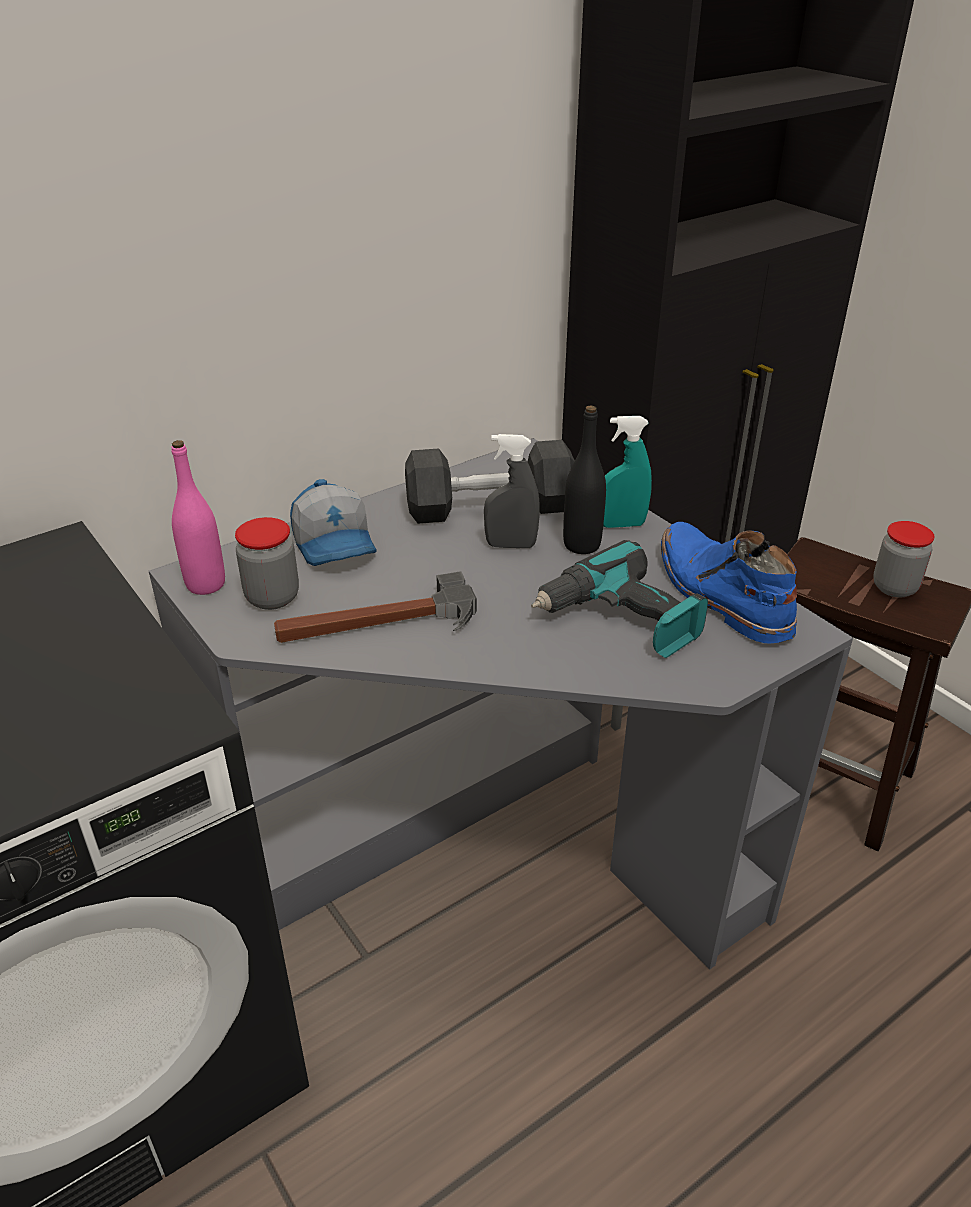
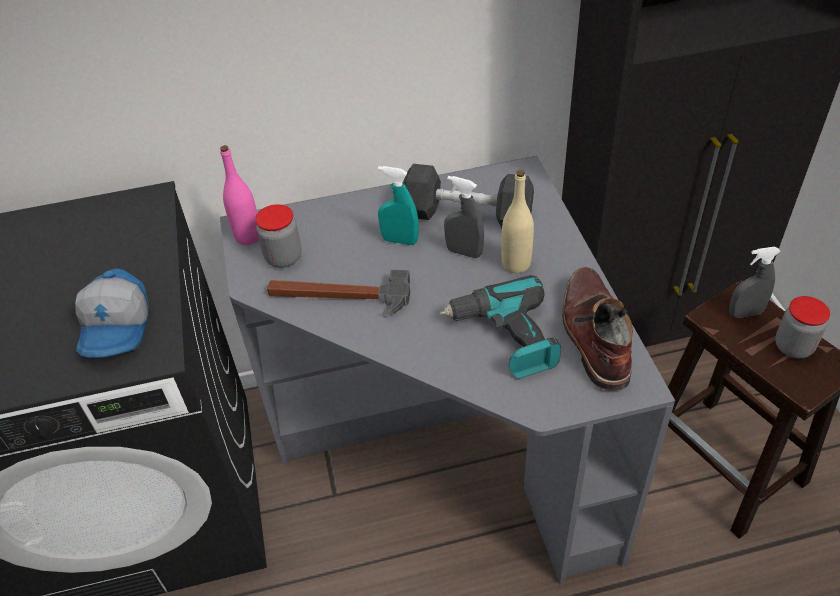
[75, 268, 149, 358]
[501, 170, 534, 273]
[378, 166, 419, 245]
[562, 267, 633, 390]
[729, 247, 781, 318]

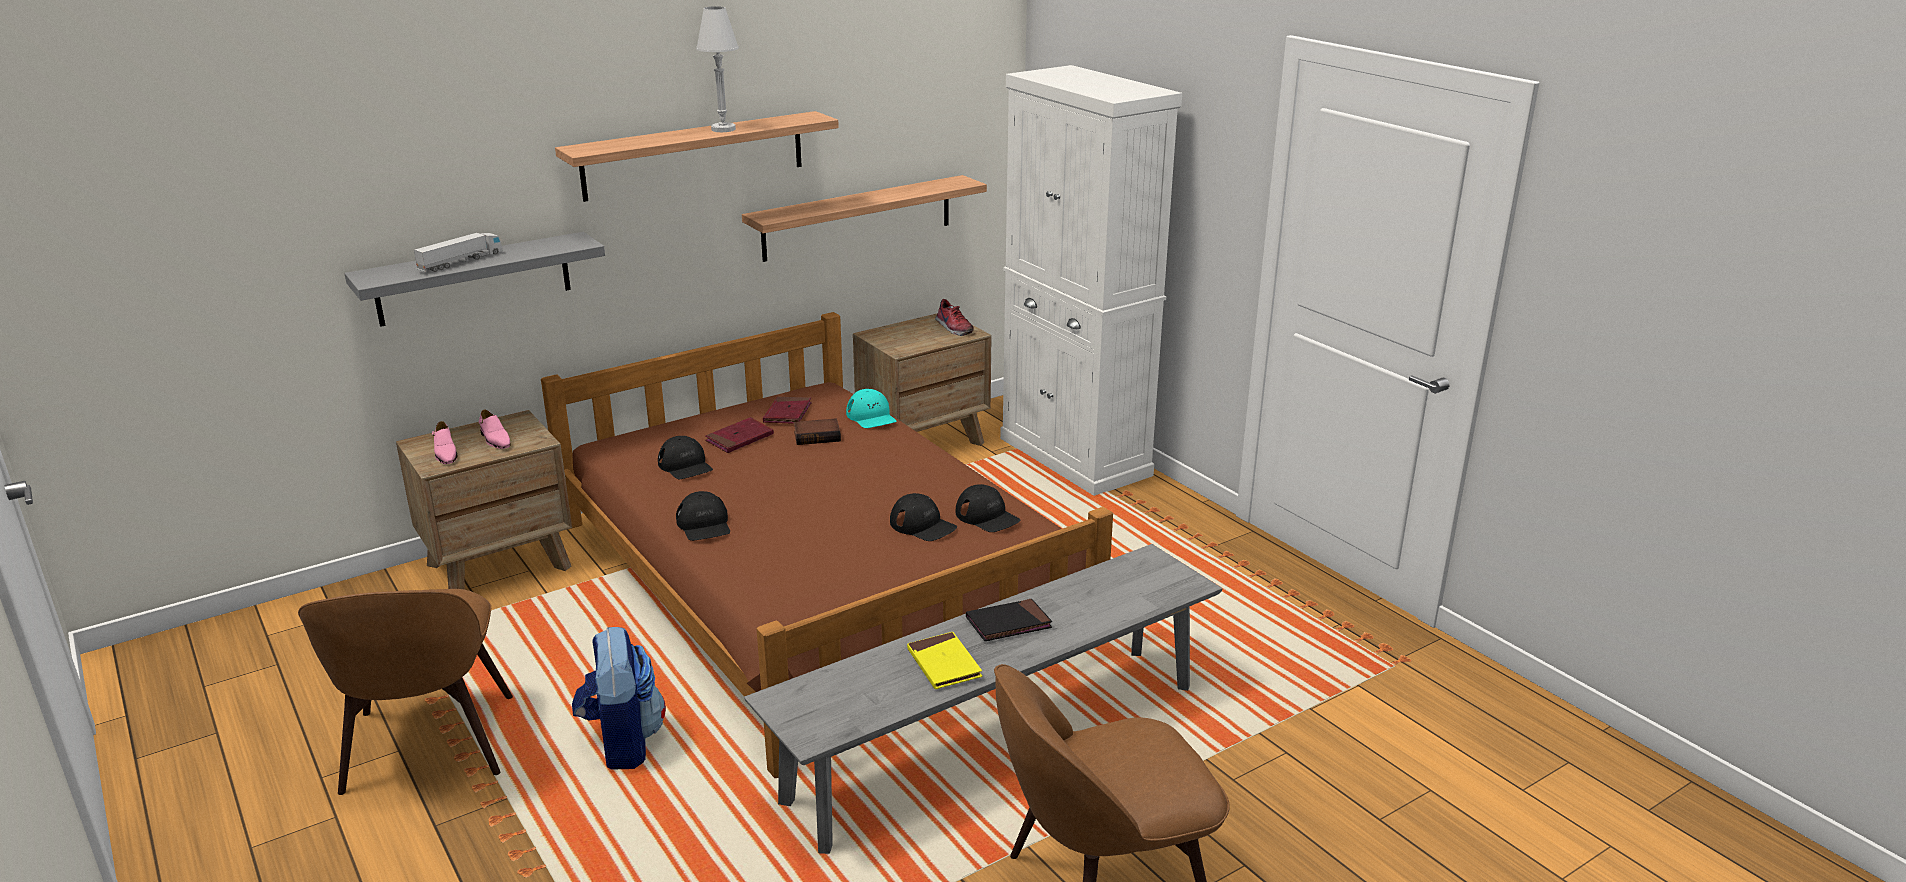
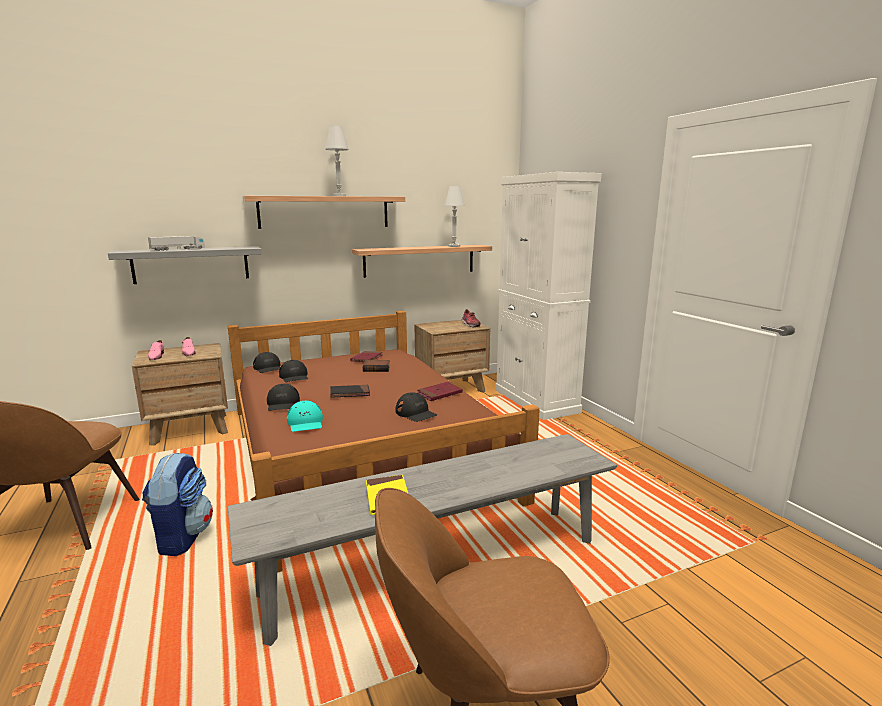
[418, 382, 463, 401]
[287, 401, 323, 432]
[253, 352, 281, 373]
[330, 384, 370, 398]
[444, 186, 465, 247]

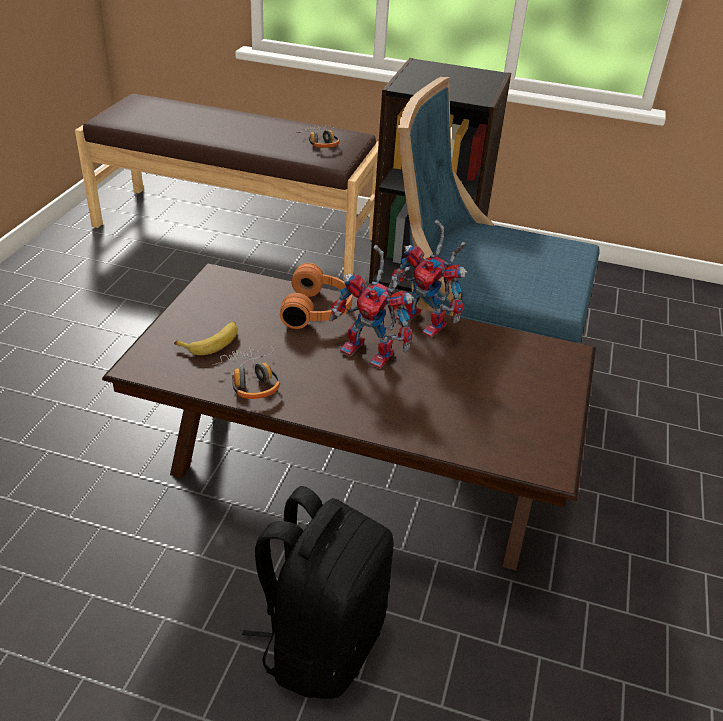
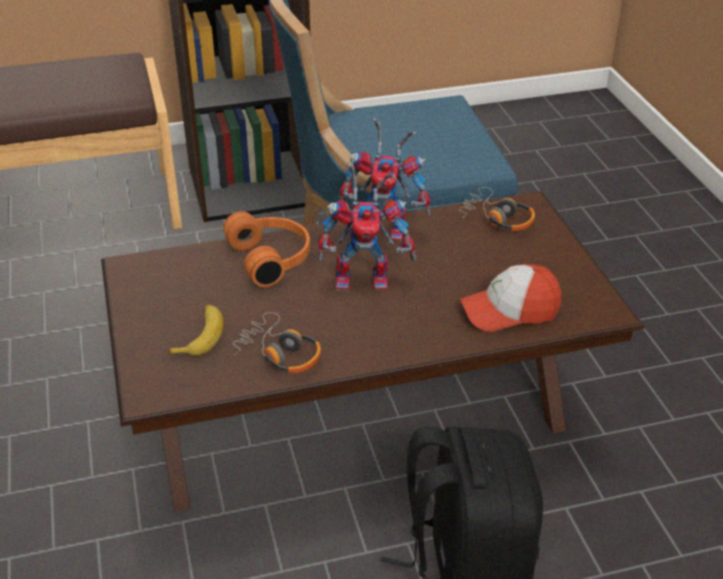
[459, 187, 535, 231]
[460, 264, 561, 332]

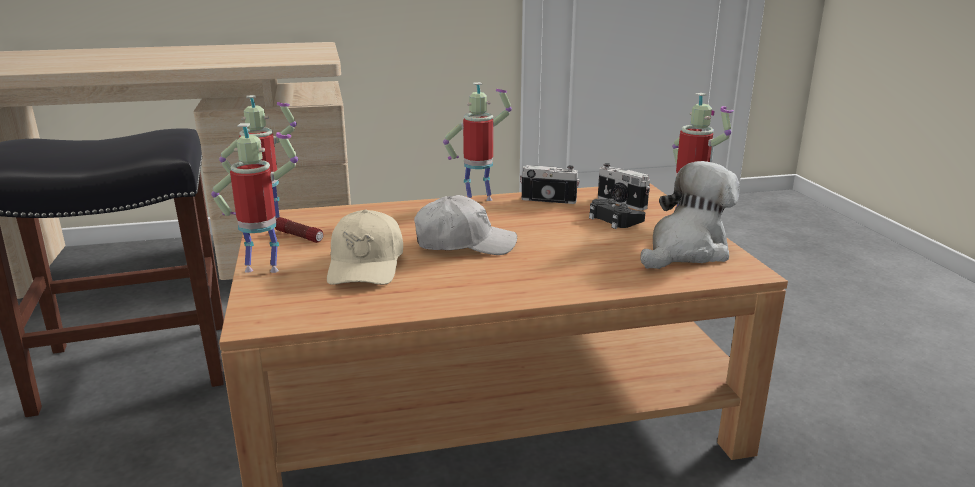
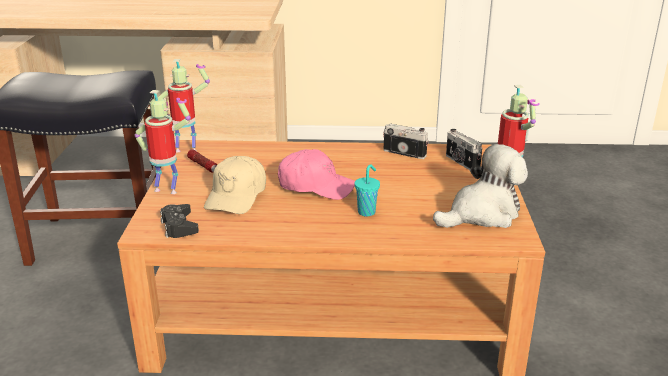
[278, 149, 355, 200]
[443, 82, 512, 201] (first image)
[160, 204, 199, 238]
[355, 164, 380, 216]

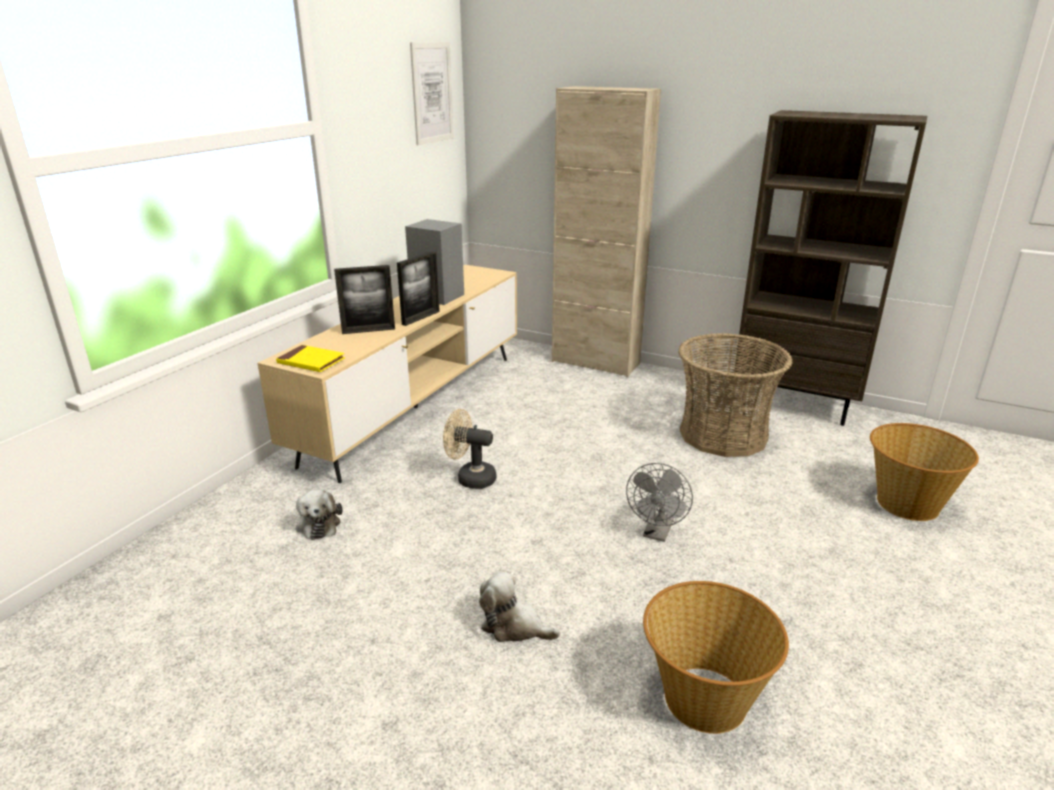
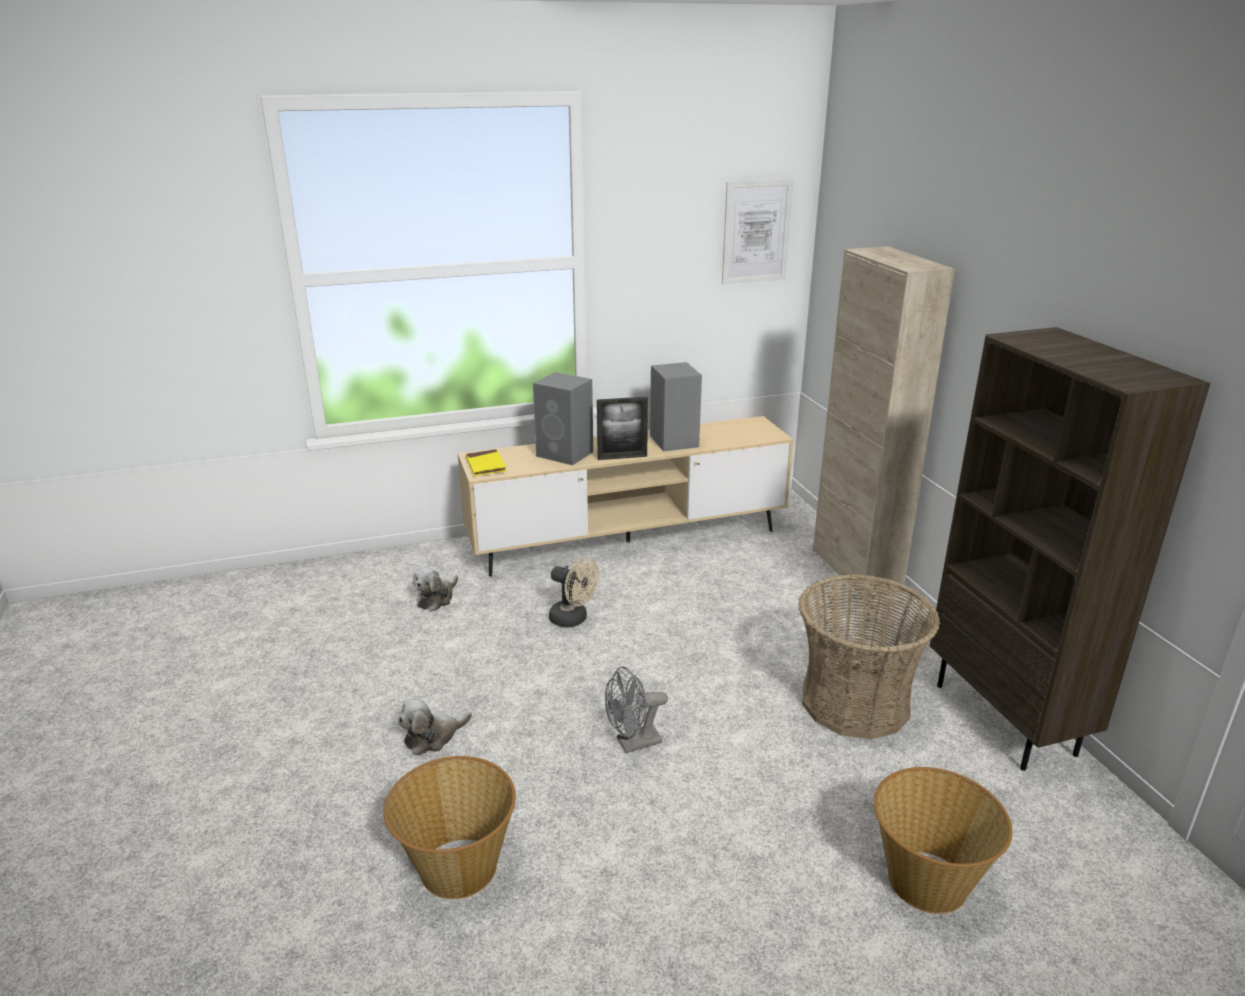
[533, 372, 593, 465]
[549, 557, 599, 628]
[398, 698, 472, 756]

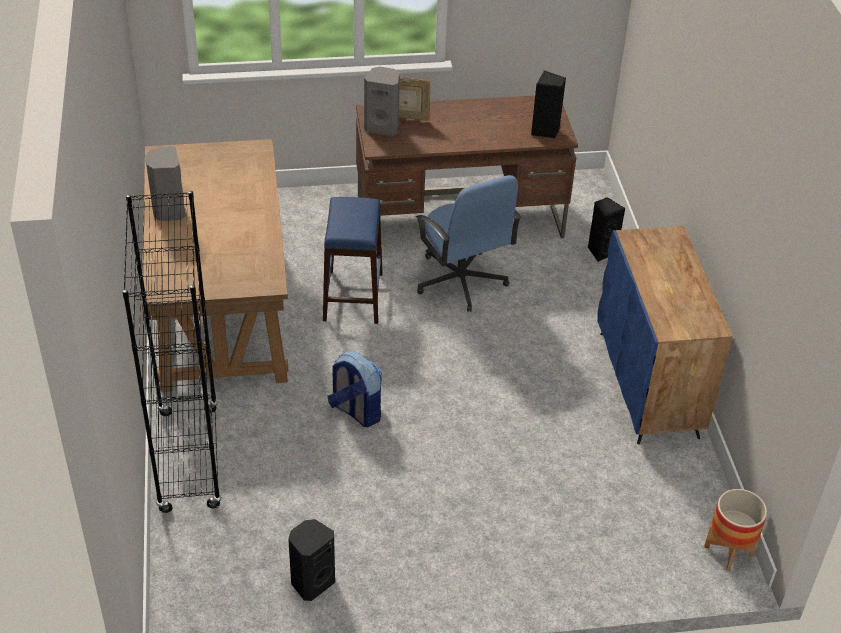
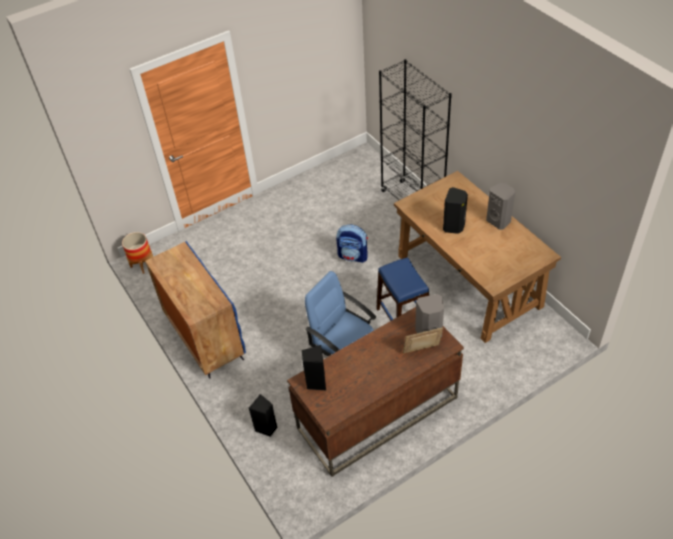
[443, 187, 468, 234]

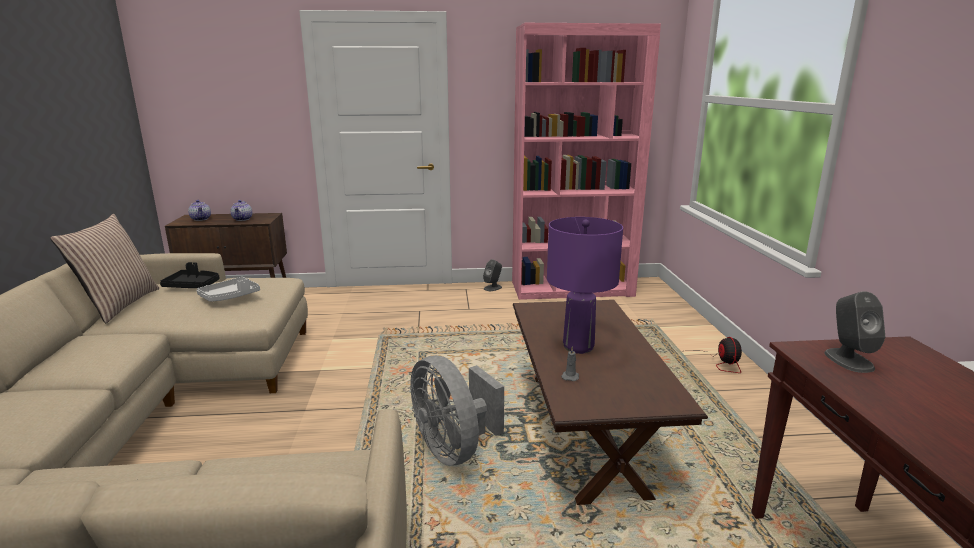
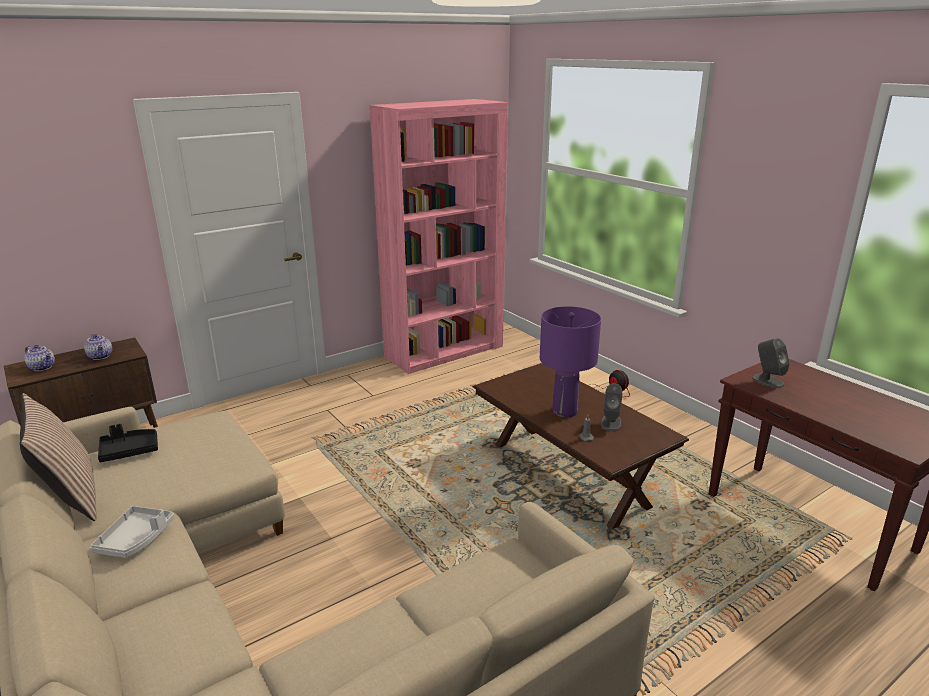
[90, 506, 174, 558]
[411, 355, 504, 466] (first image)
[601, 384, 622, 431]

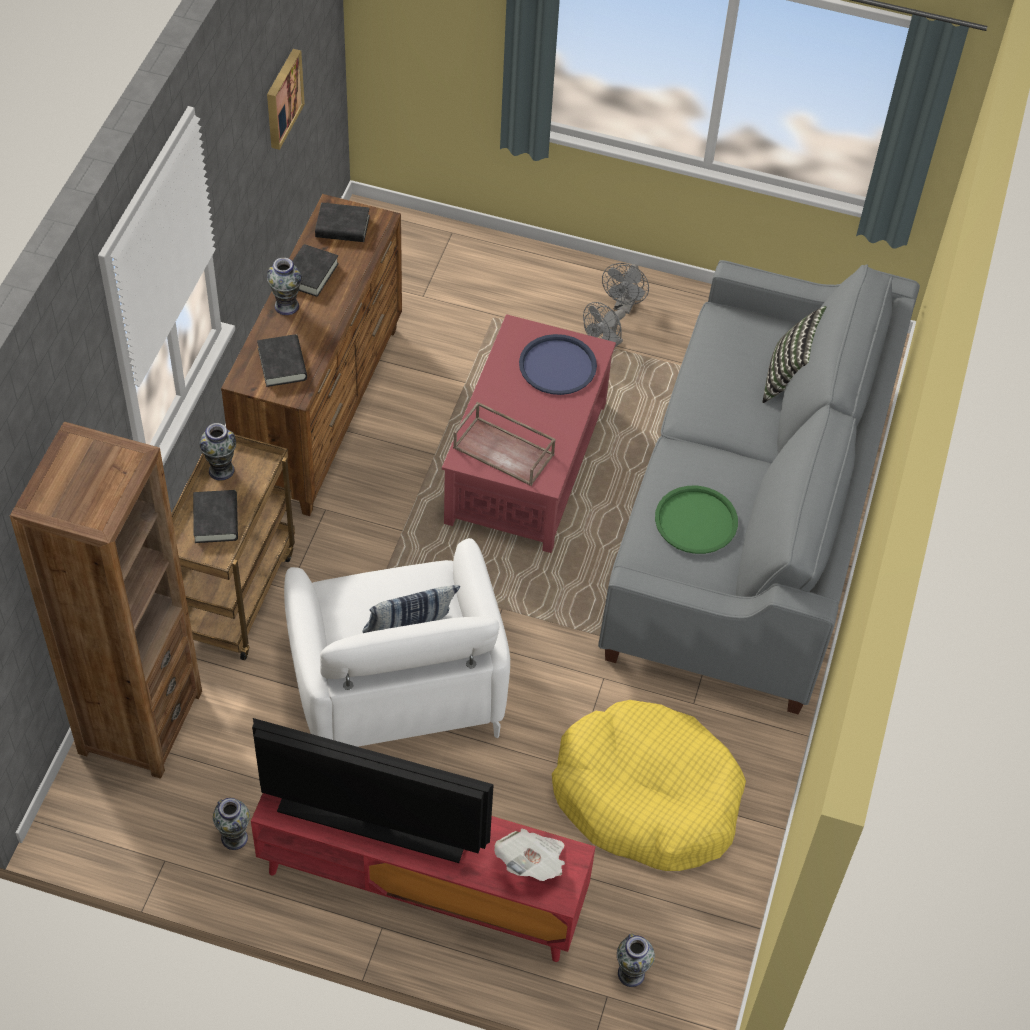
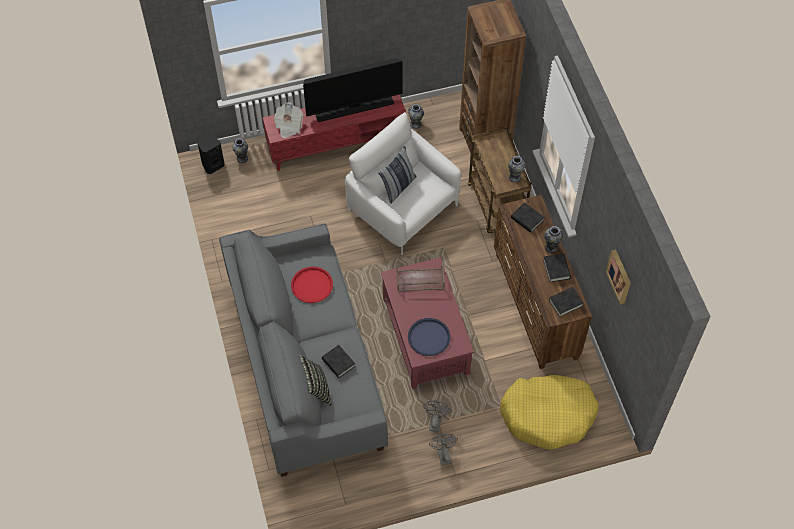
[322, 345, 355, 378]
[500, 375, 599, 450]
[291, 266, 333, 303]
[198, 135, 224, 174]

